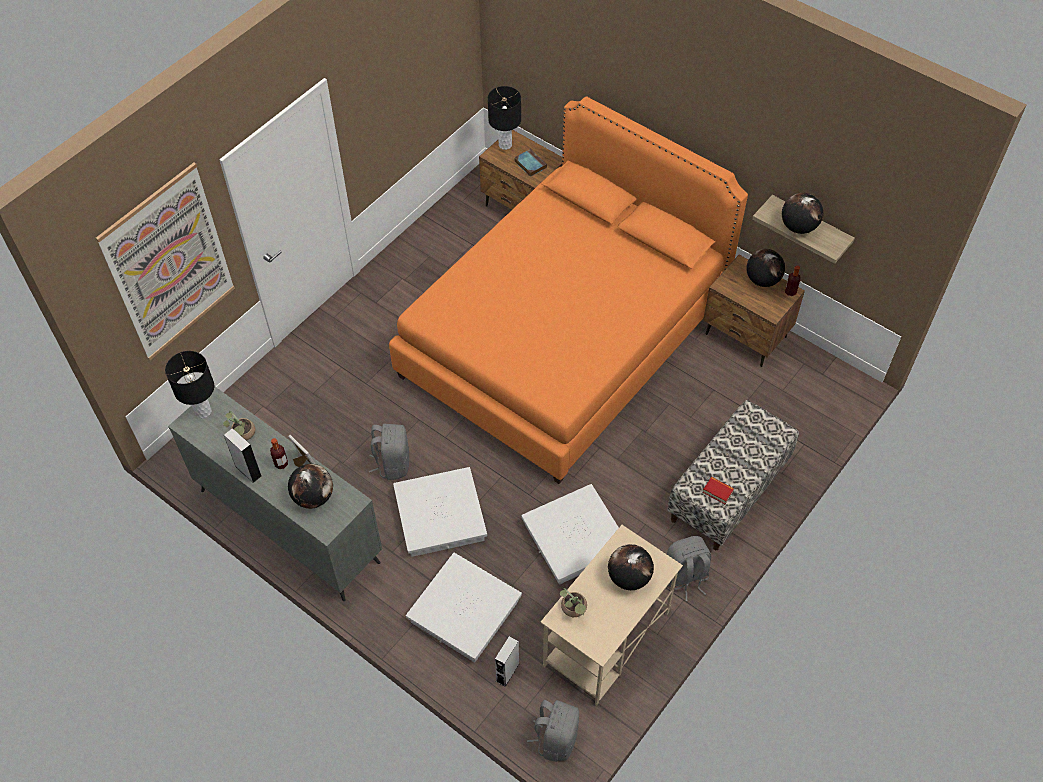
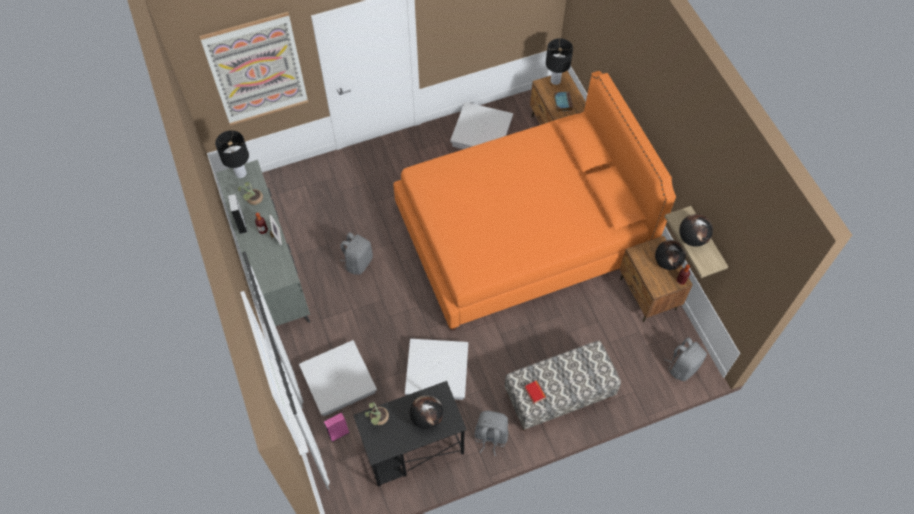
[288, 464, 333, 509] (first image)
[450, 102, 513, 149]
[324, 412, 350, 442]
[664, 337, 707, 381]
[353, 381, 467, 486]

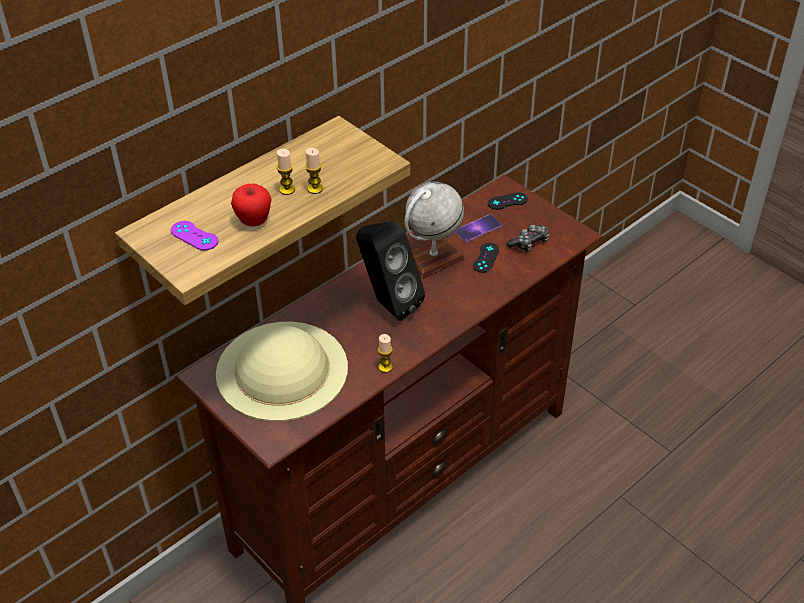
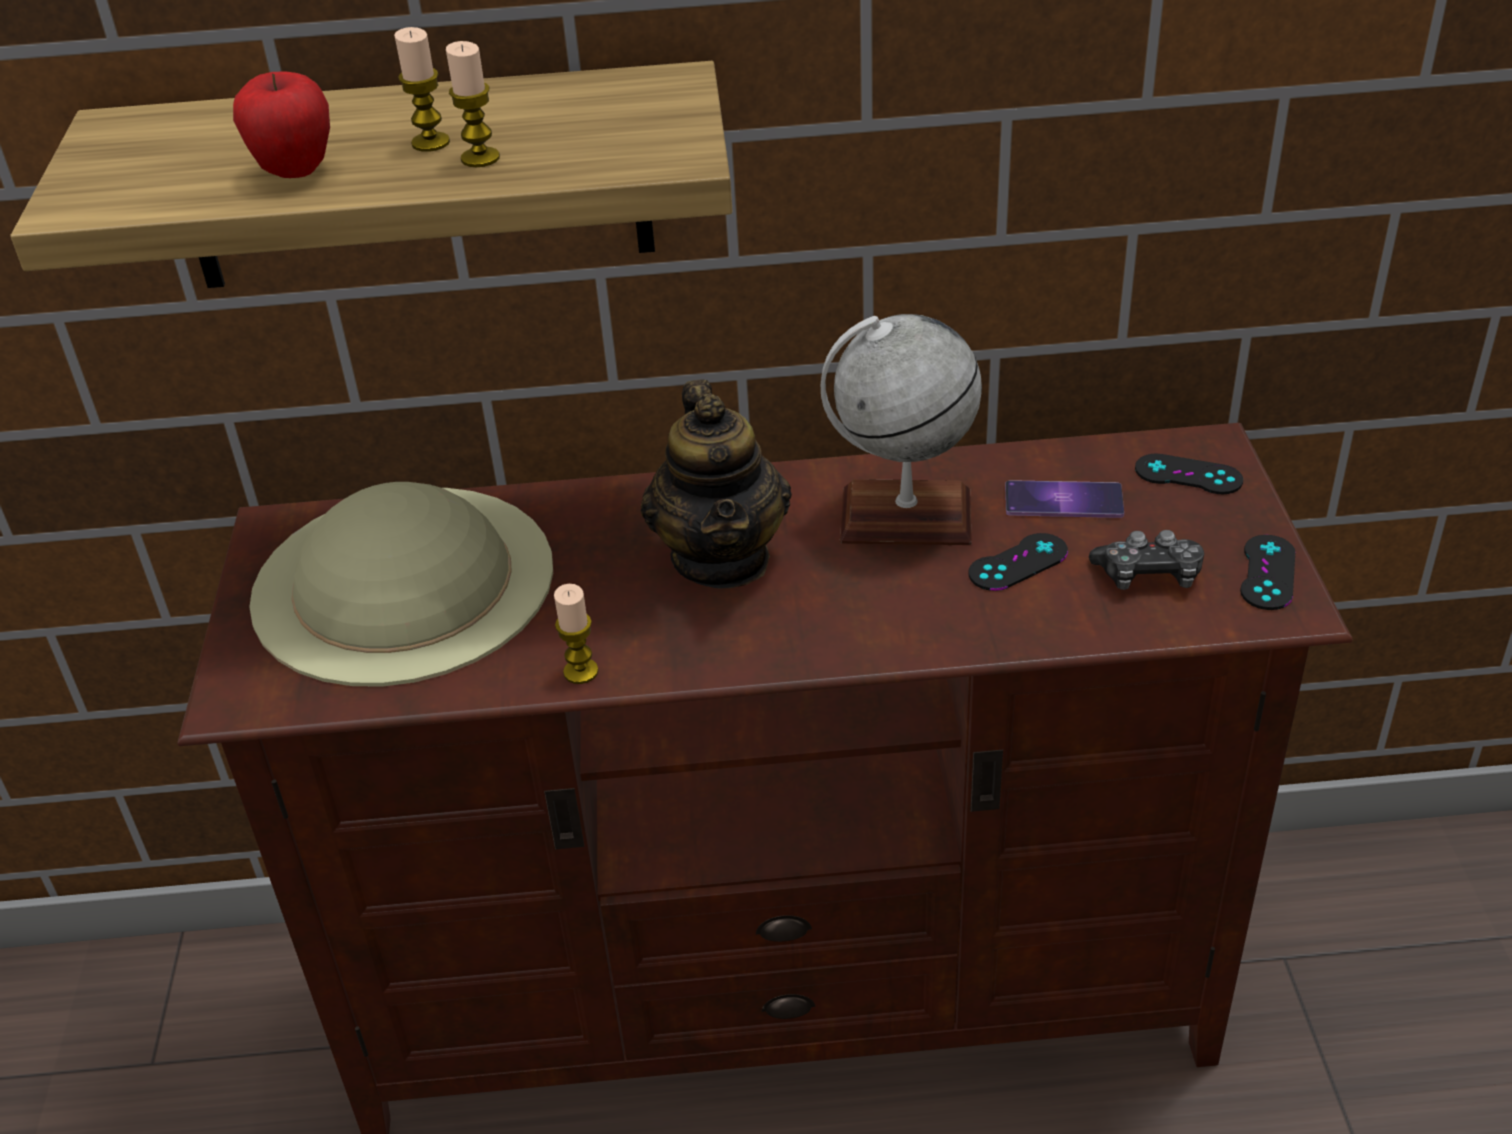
[171, 221, 218, 251] (first image)
[641, 379, 792, 589]
[1240, 535, 1296, 610]

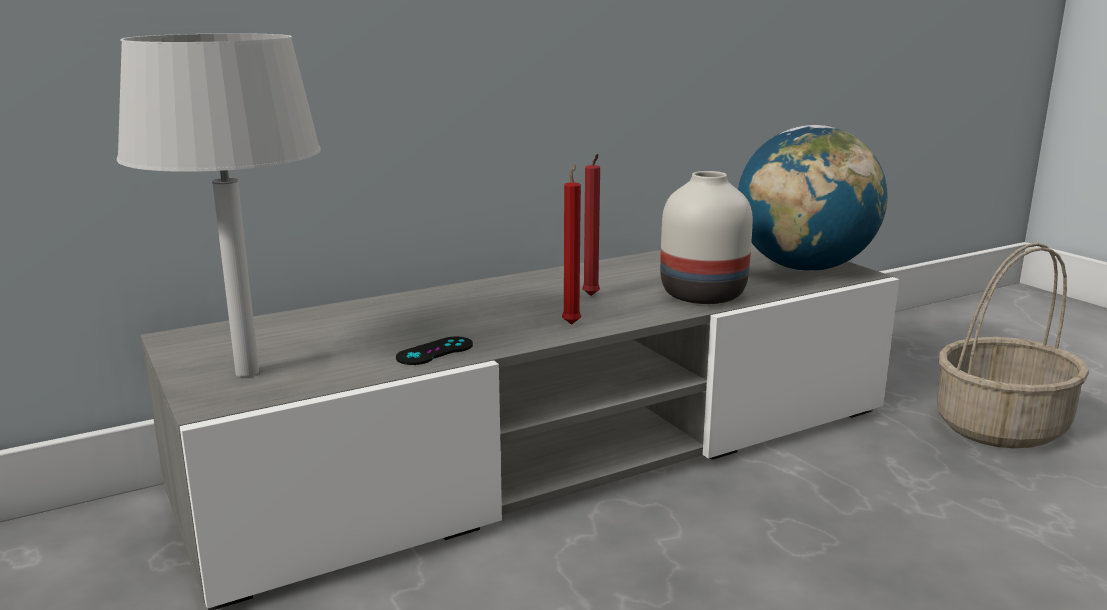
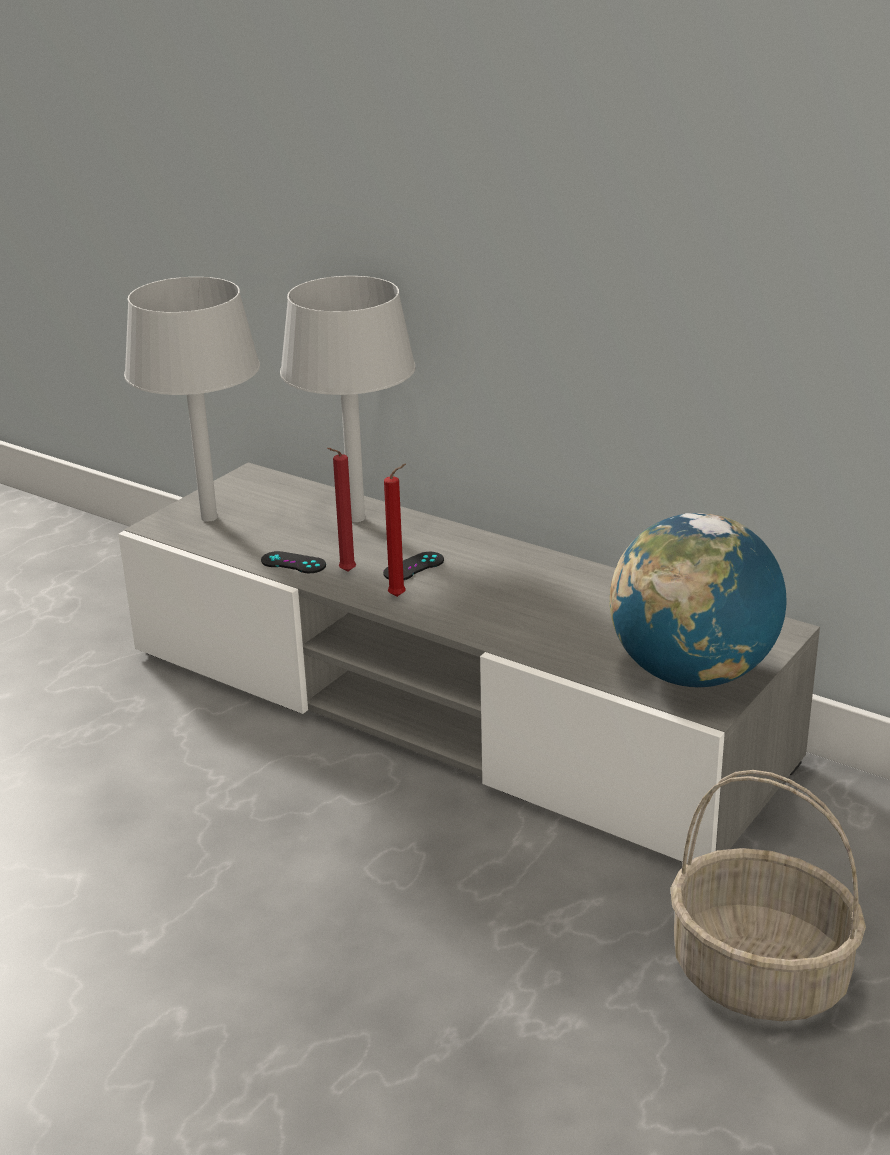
[327, 448, 356, 572]
[660, 171, 753, 304] (first image)
[280, 276, 416, 522]
[383, 552, 444, 580]

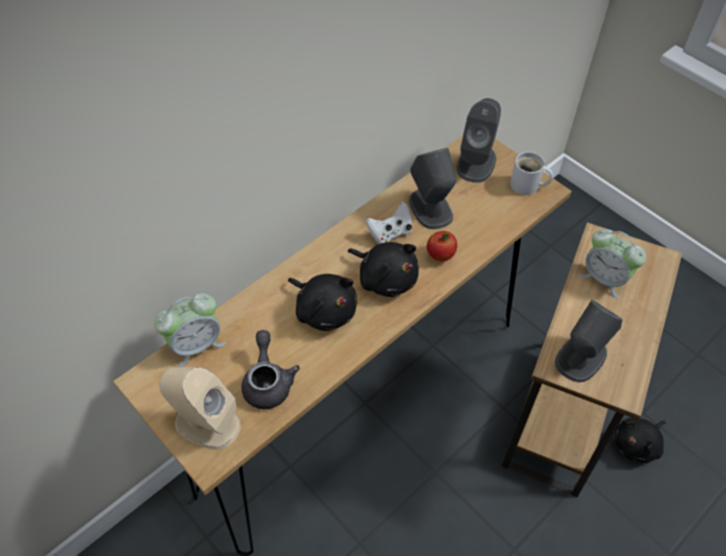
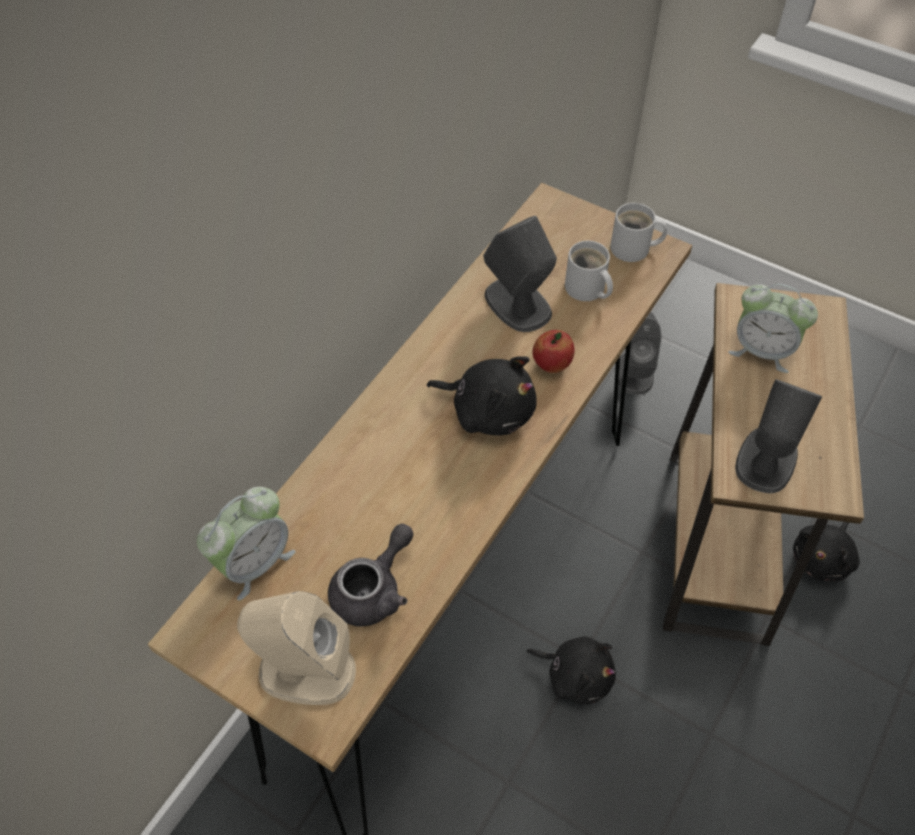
[328, 524, 413, 626]
[526, 636, 616, 704]
[365, 202, 412, 244] (first image)
[618, 312, 662, 395]
[565, 241, 613, 301]

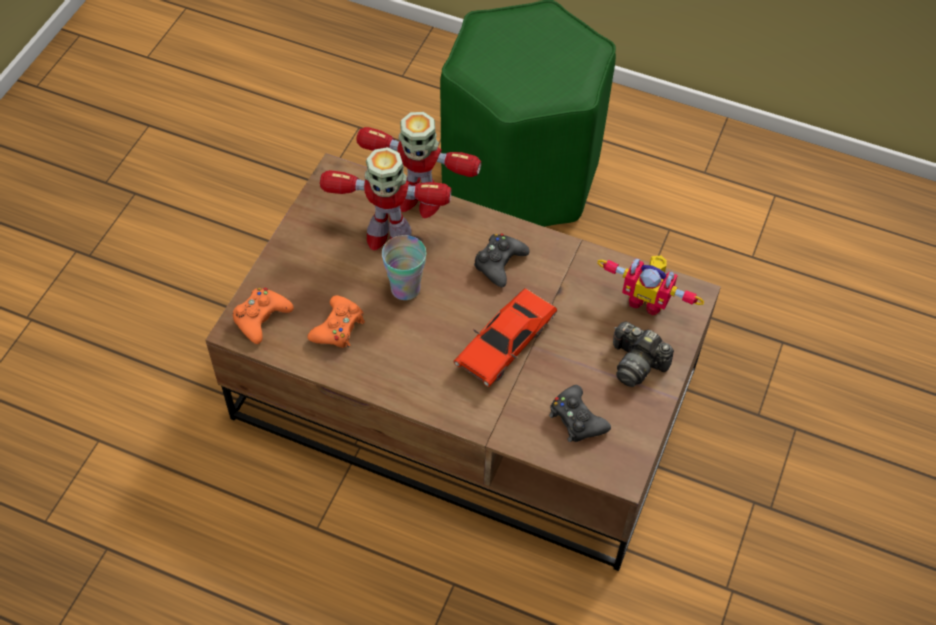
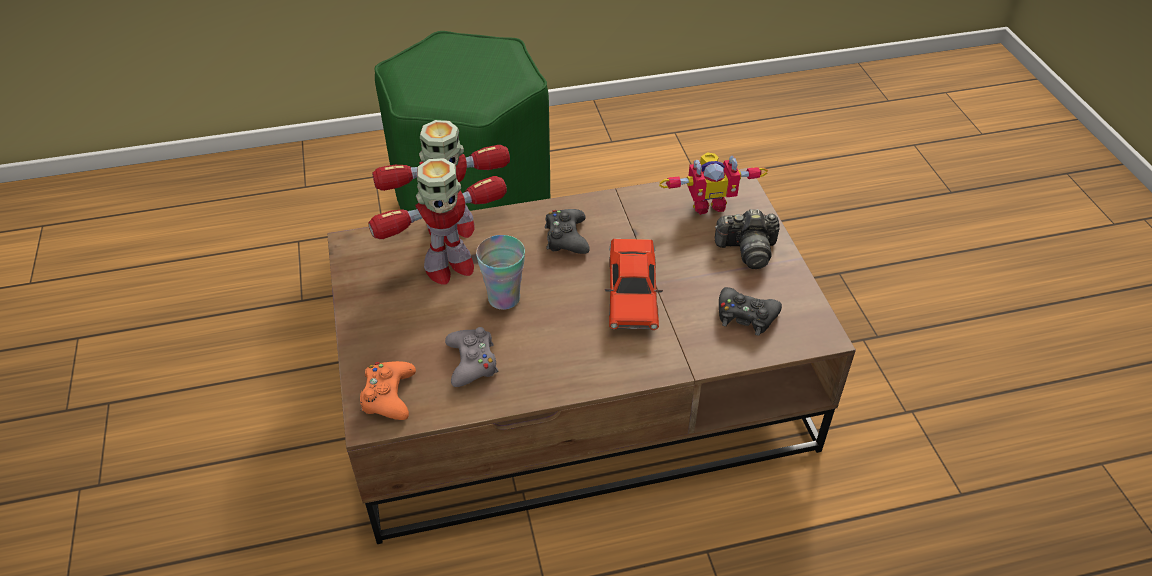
[445, 327, 498, 387]

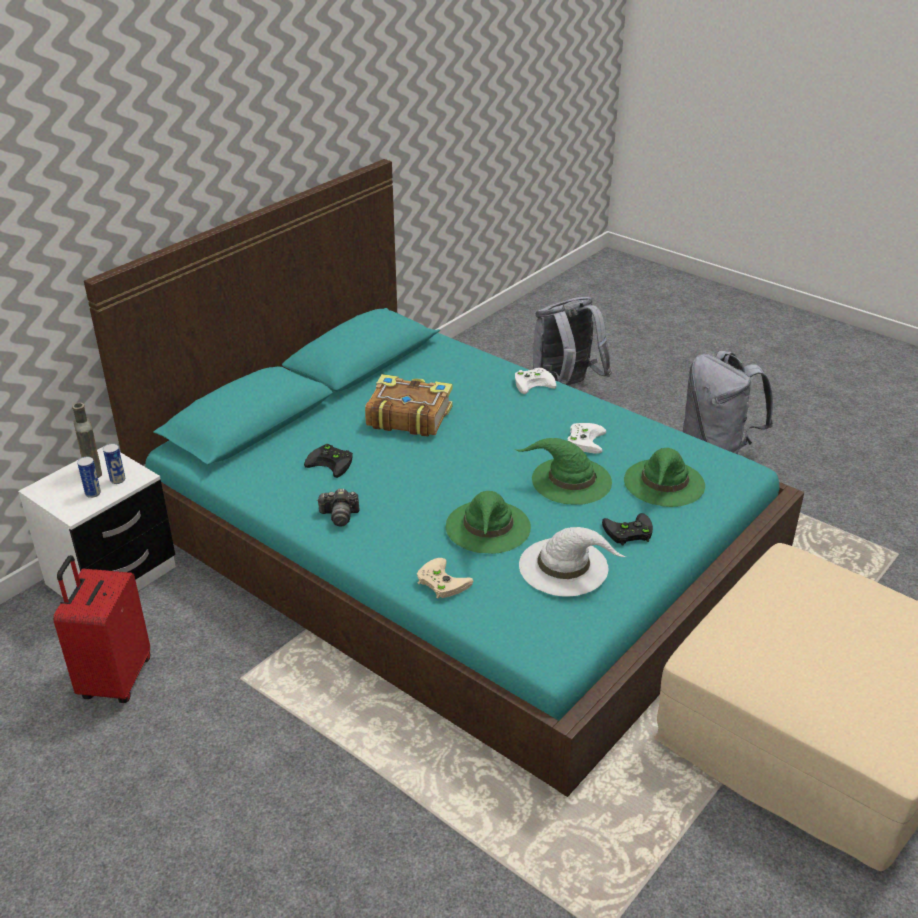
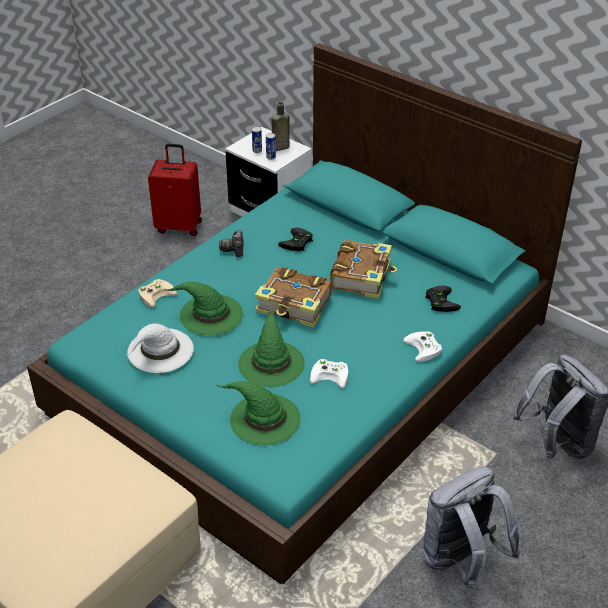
[425, 286, 461, 312]
[255, 267, 332, 328]

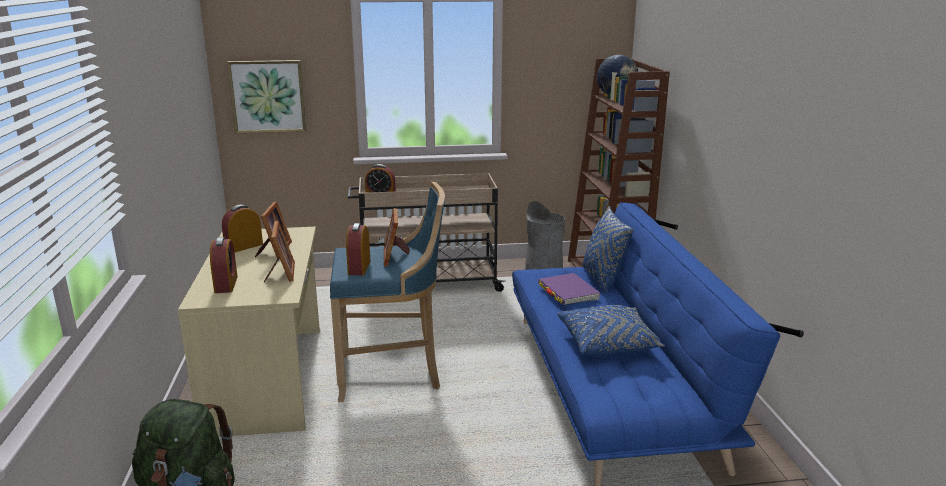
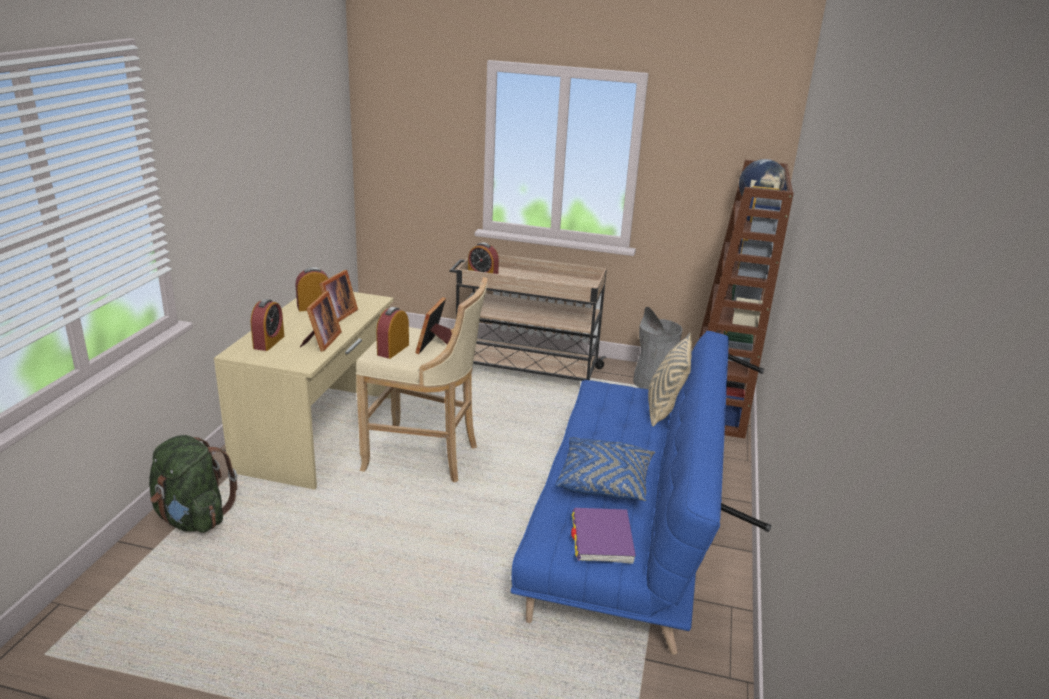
[227, 60, 306, 133] (first image)
[356, 277, 488, 483]
[571, 508, 636, 564]
[648, 333, 692, 427]

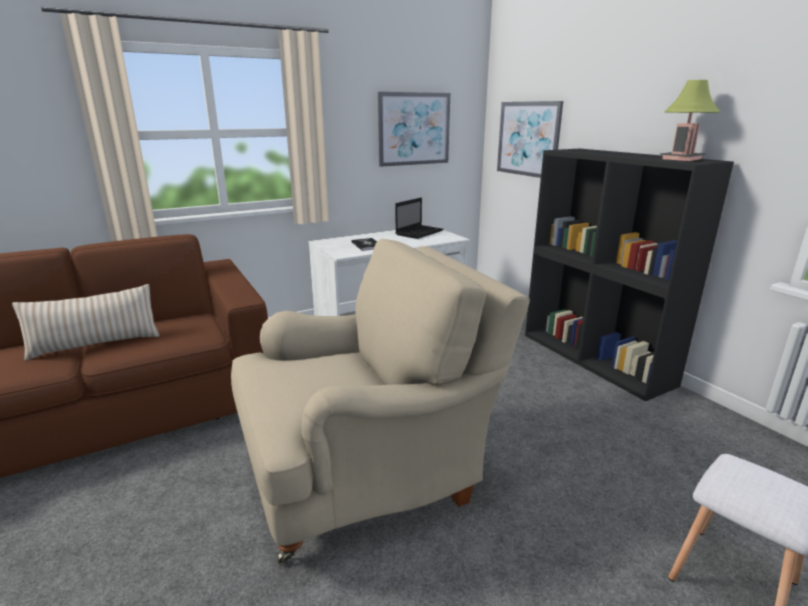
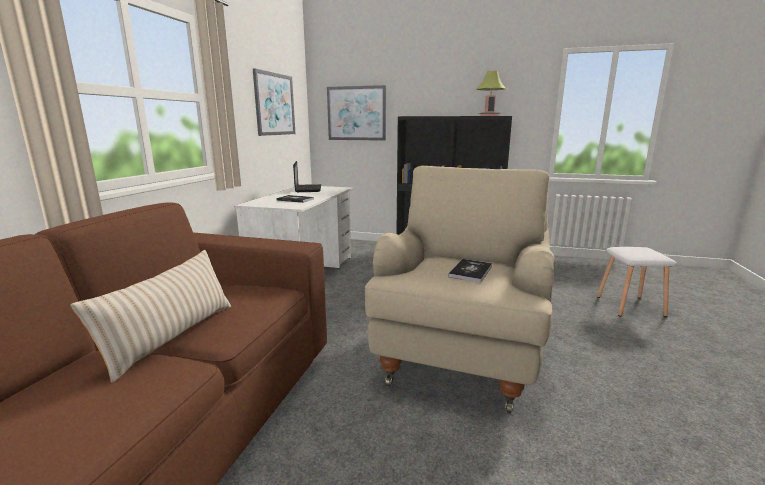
[448, 259, 492, 283]

